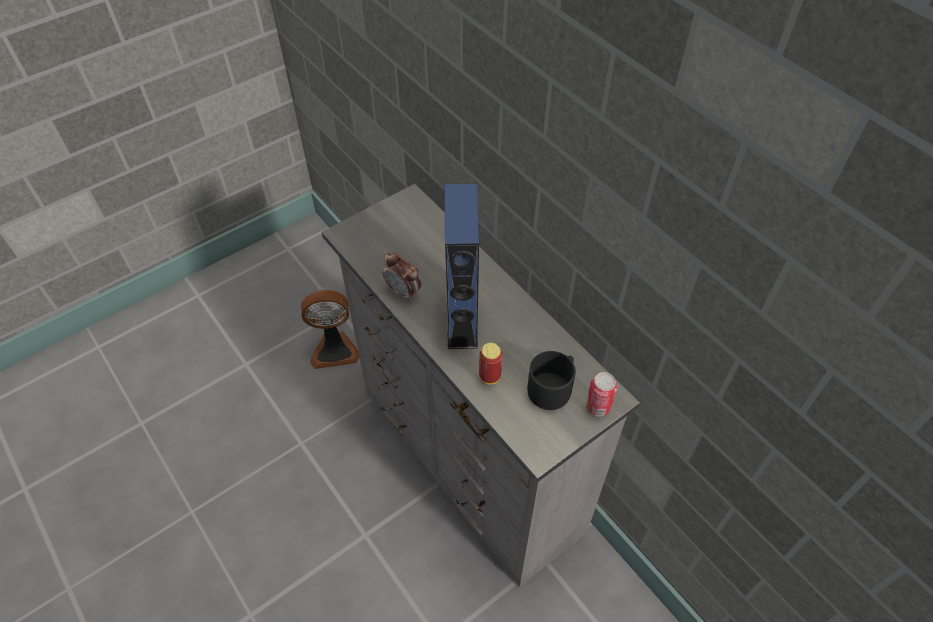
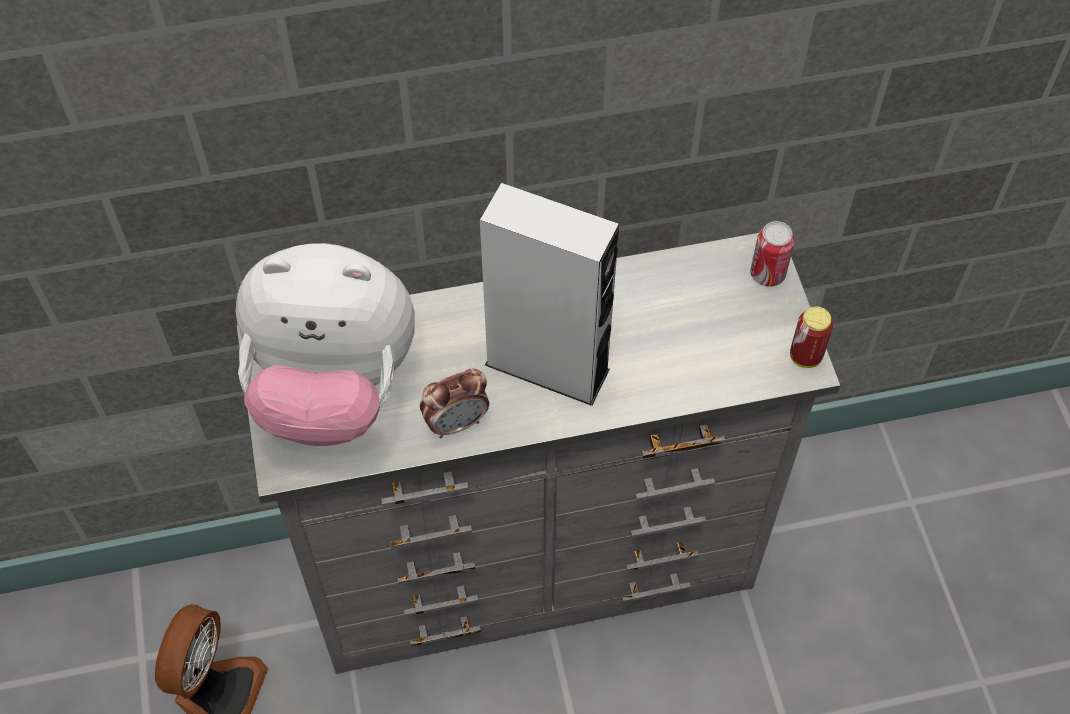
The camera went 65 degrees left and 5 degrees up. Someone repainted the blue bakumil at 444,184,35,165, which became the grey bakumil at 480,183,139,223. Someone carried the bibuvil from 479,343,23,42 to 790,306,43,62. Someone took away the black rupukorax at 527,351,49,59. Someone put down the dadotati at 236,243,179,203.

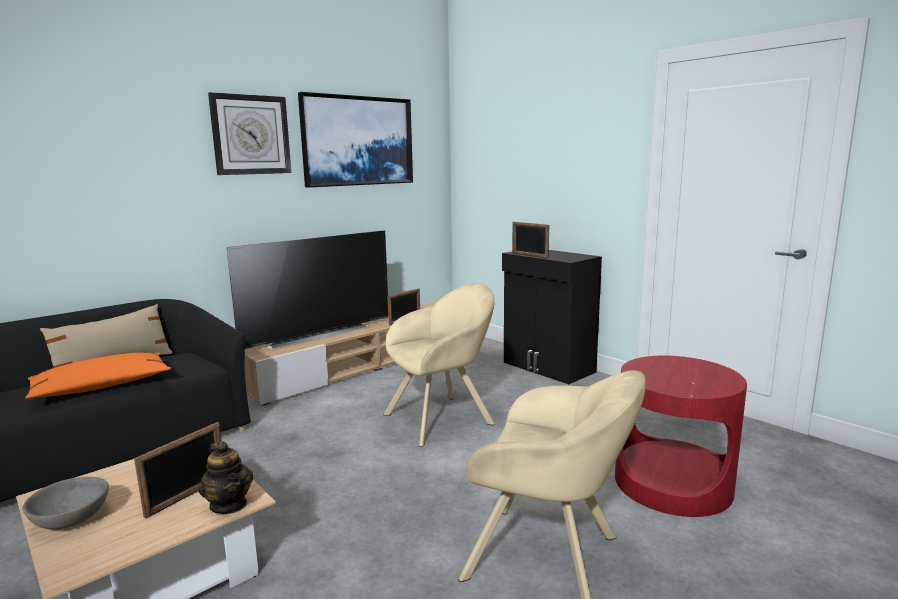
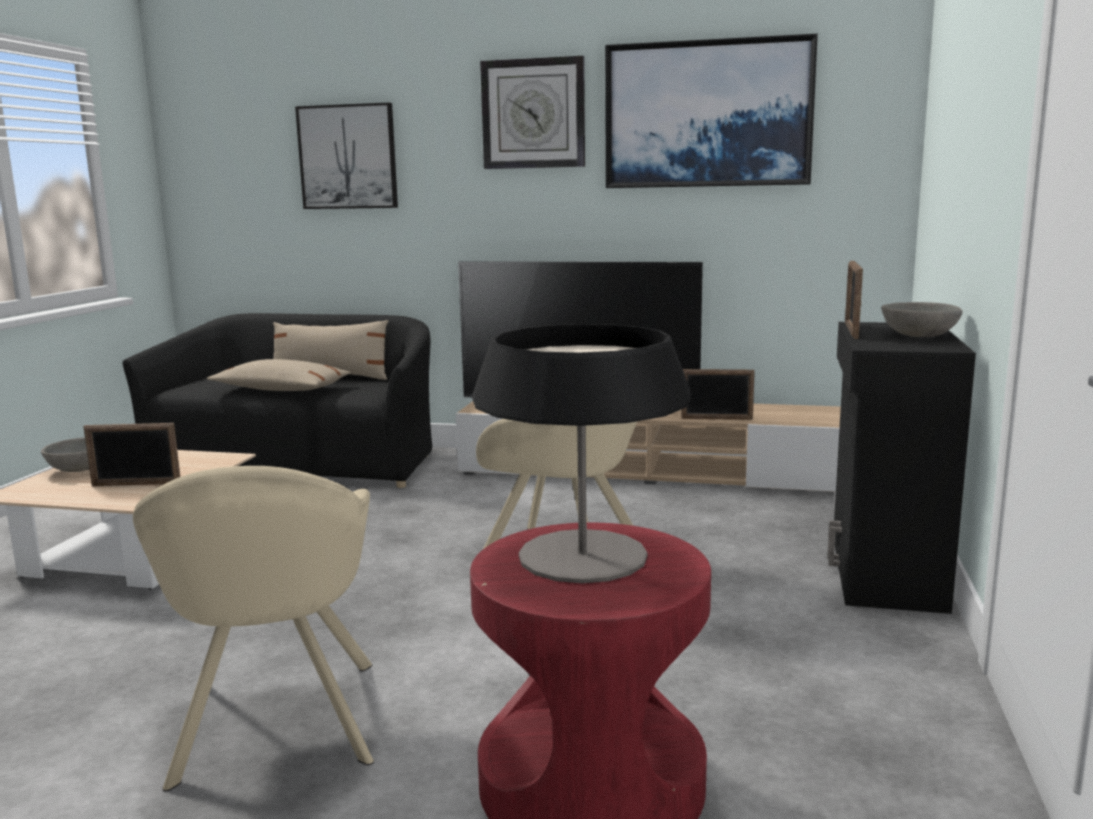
The camera went 55 degrees right and 0 degrees up. Someone repainted the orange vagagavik at 25,352,146,47, which became the beige vagagavik at 207,359,144,32. Someone took away the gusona at 198,442,55,72. Someone put up the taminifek at 295,103,103,106. Someone put down the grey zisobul at 881,302,81,35. Someone put down the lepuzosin at 472,324,219,259.

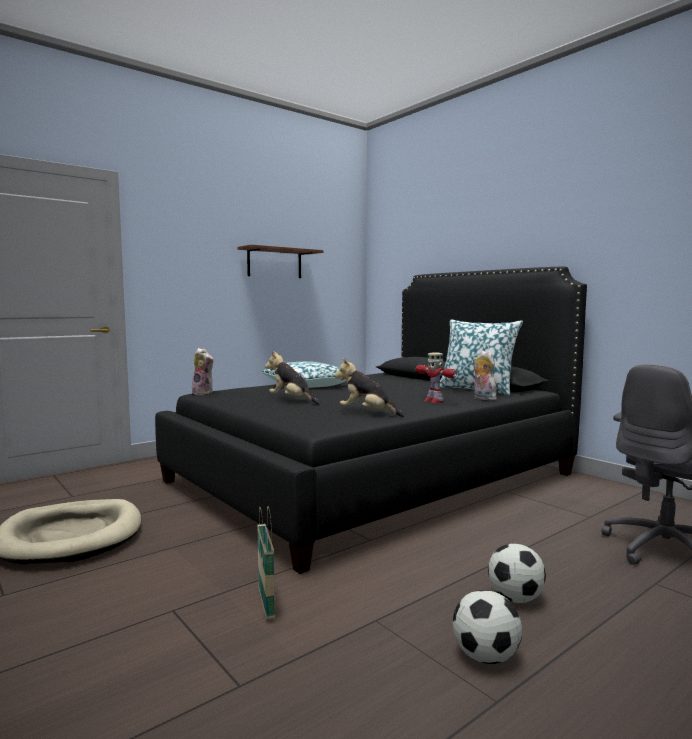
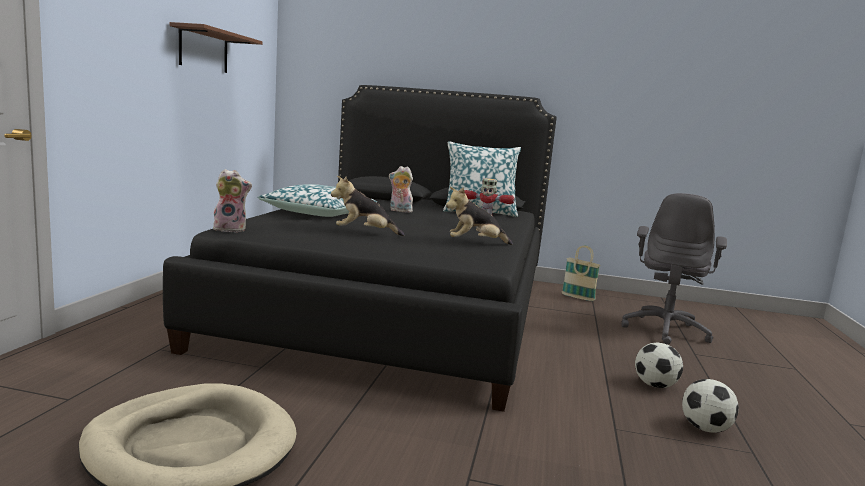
The camera went 40 degrees left and 5 degrees up. Someone carried the dadotati from 473,351,24,49 to 389,166,25,47. Someone carried the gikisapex from 257,506,18,114 to 562,246,39,55.

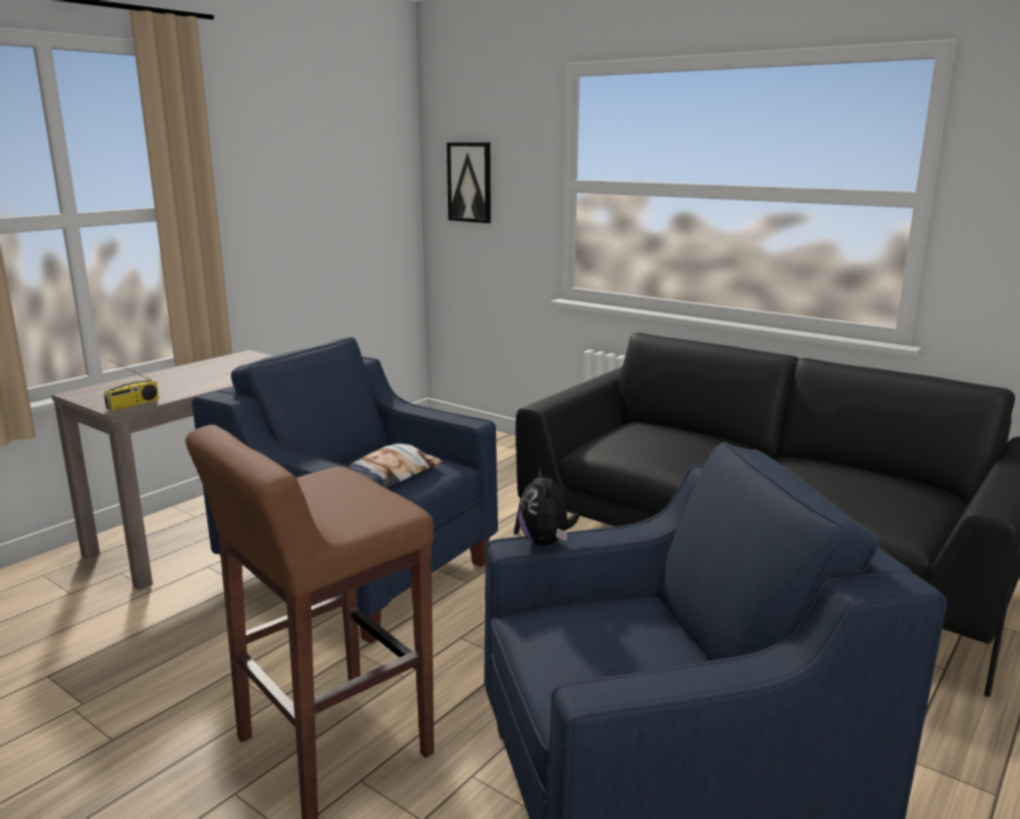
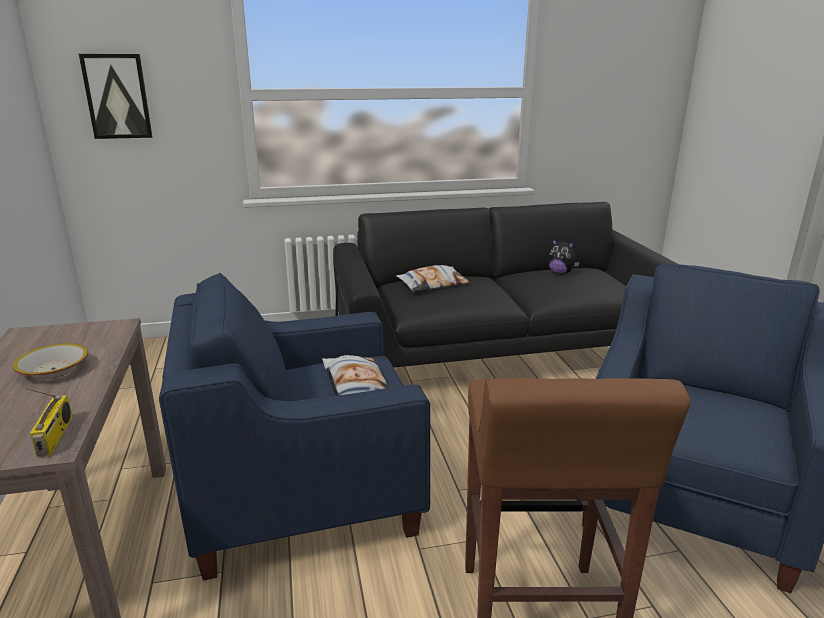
The camera went 50 degrees left and 5 degrees up. Someone carried the dadotati from 519,466,60,80 to 547,239,33,35. Someone put down the vagagavik at 396,265,73,27. Someone put down the zisobul at 13,343,75,36.

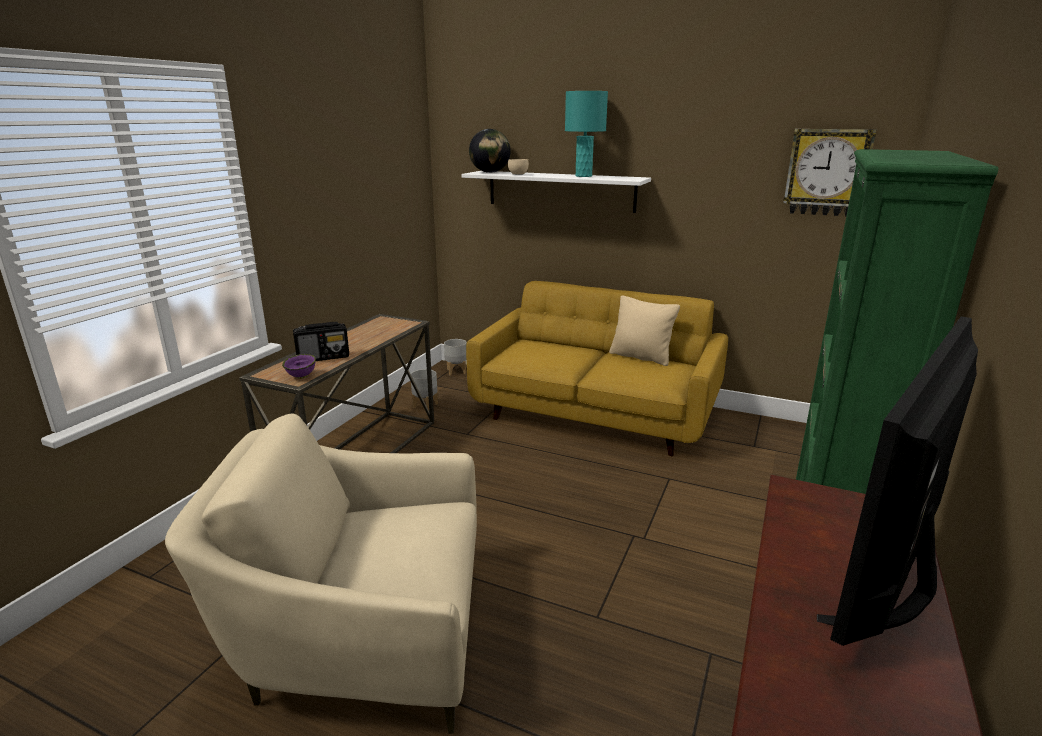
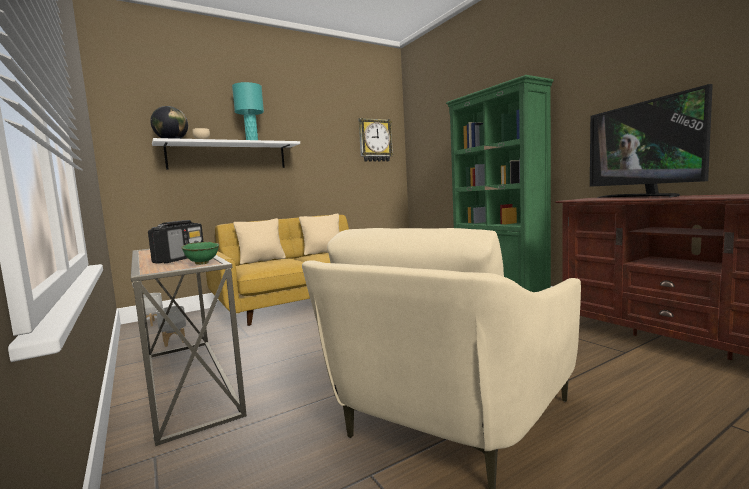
The camera went 55 degrees left and 15 degrees down. Someone repainted the purple zisobul at 282,354,34,25, which became the green zisobul at 181,242,38,23. Someone put down the beige vagagavik at 233,218,53,47.

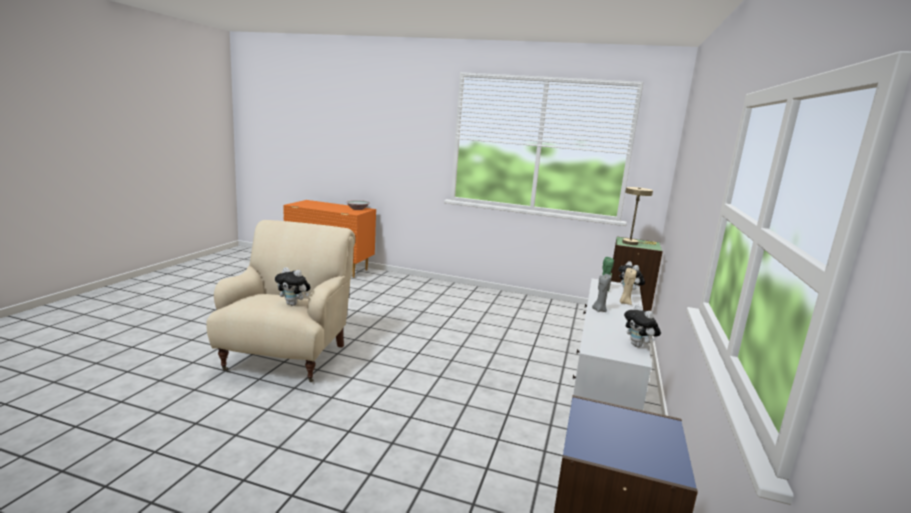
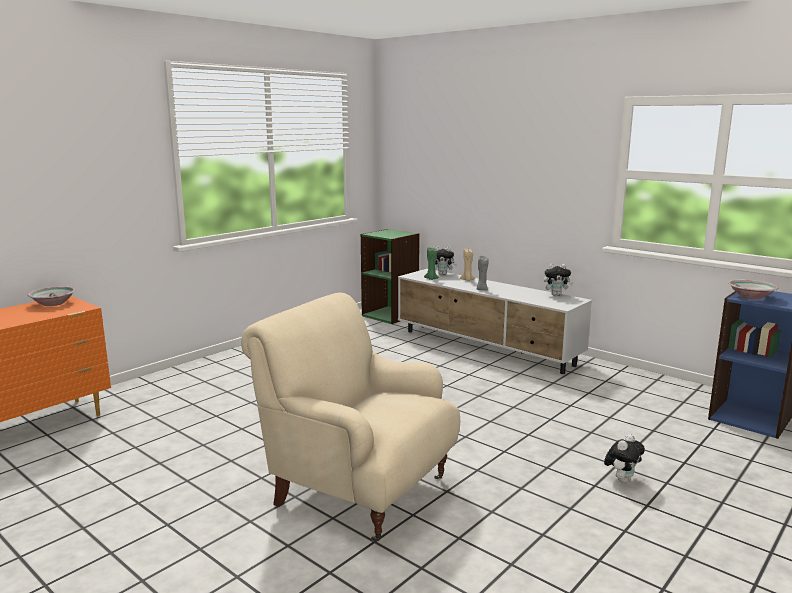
The camera went 65 degrees left and 0 degrees up. Someone took away the beige lepuzosin at 622,187,35,58. Someone carried the dadotati from 275,267,36,39 to 604,434,41,49. Someone put down the zisobul at 728,279,50,21.

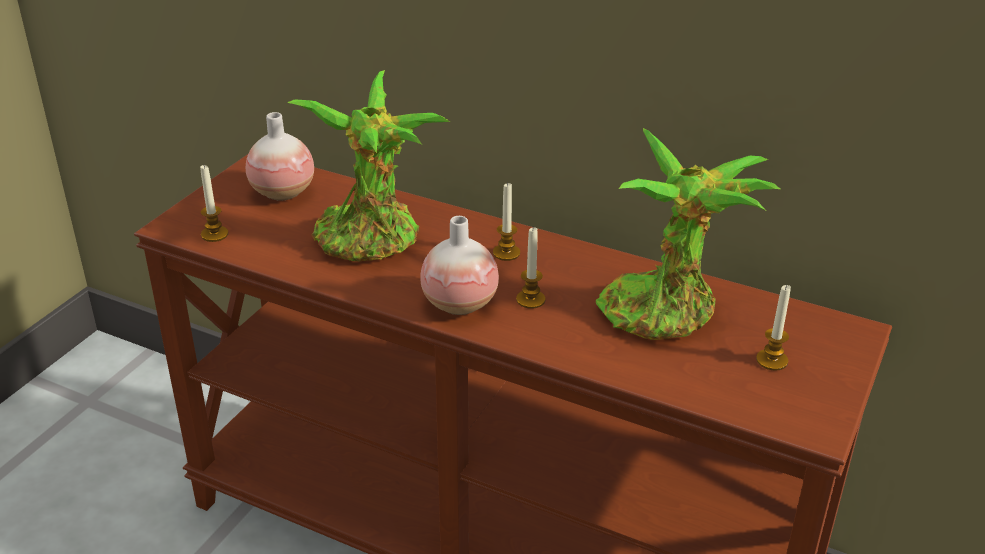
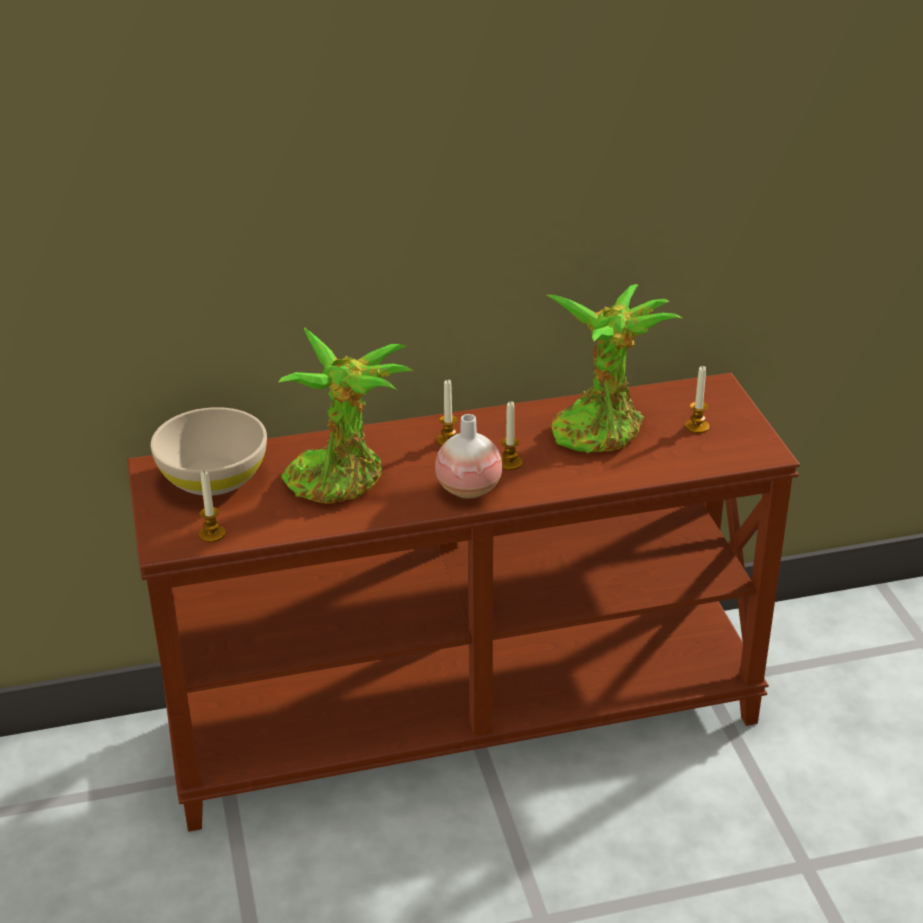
The camera went 40 degrees left and 0 degrees up. Someone swapped the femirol at 246,112,68,88 for the beige zisobul at 151,407,116,89.

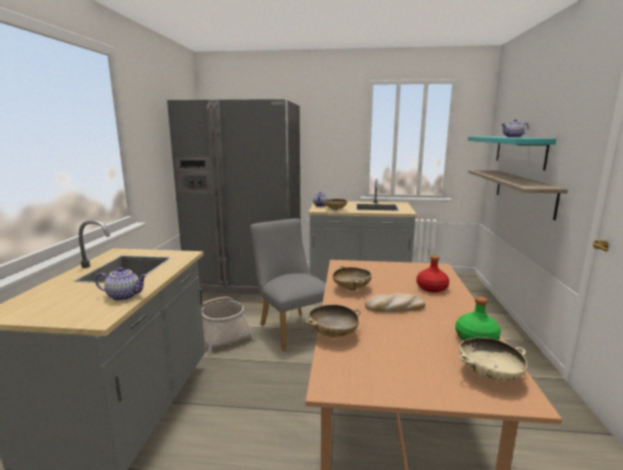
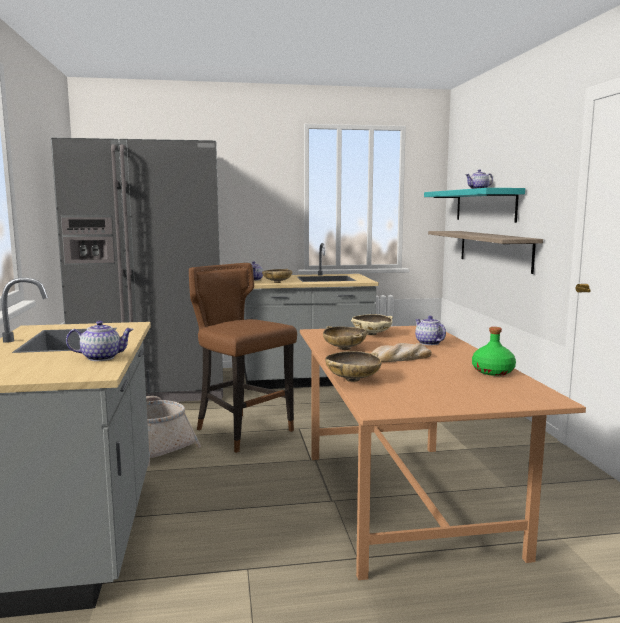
The camera went 15 degrees left and 5 degrees down. Someone swapped the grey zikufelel at 250,218,76,133 for the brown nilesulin at 189,263,108,190. Someone swapped the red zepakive at 416,255,33,38 for the gusona at 415,316,31,29. Someone carried the beige zisobul from 459,337,68,44 to 351,314,42,21.

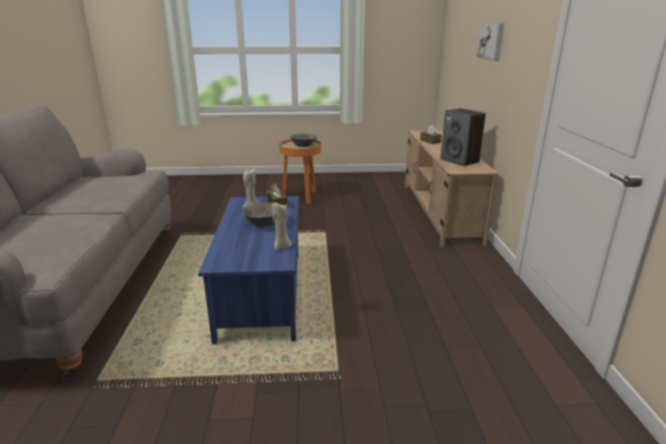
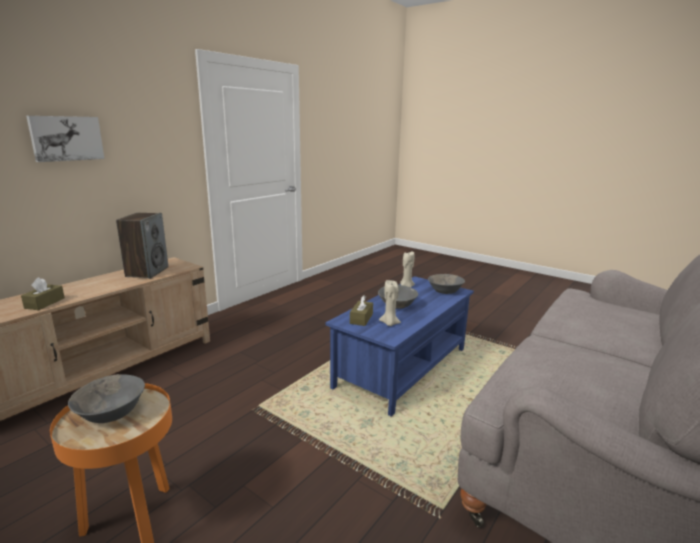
The camera went 140 degrees left and 5 degrees down. Someone put down the grey zisobul at 428,274,37,20.

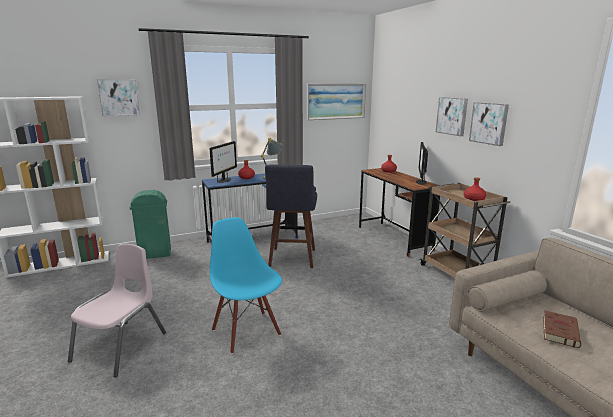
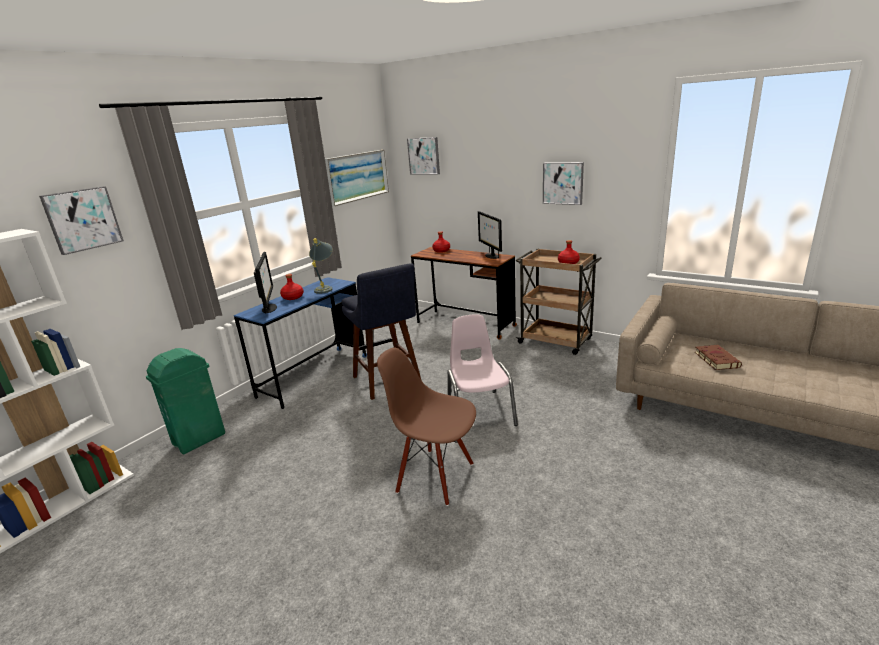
The camera went 30 degrees left and 5 degrees up. Someone carried the taminifek from 436,97,32,39 to 407,137,33,38. Someone repainted the blue zikufelel at 210,217,72,137, which became the brown zikufelel at 377,348,99,158. Someone carried the pink zikufelel from 68,244,98,134 to 447,314,71,112.

